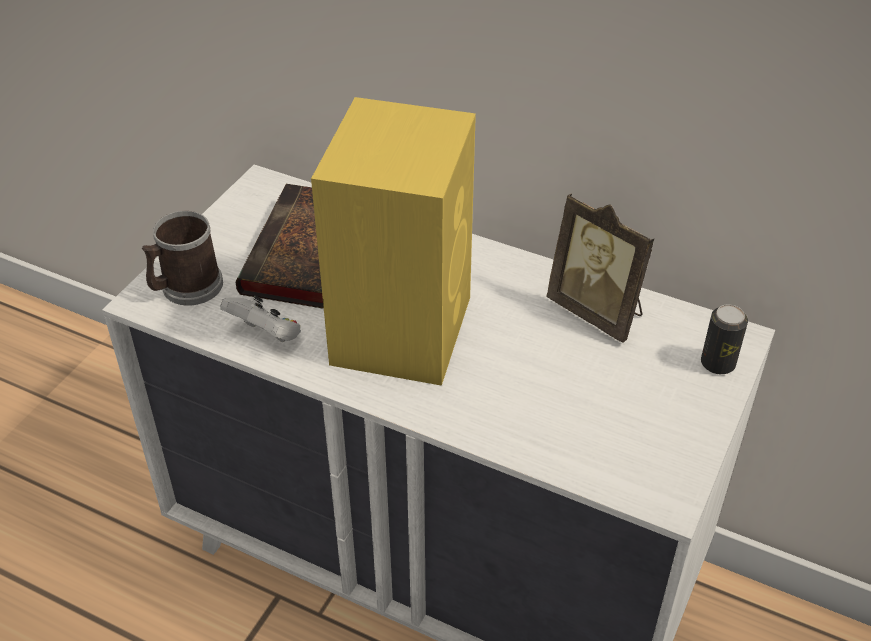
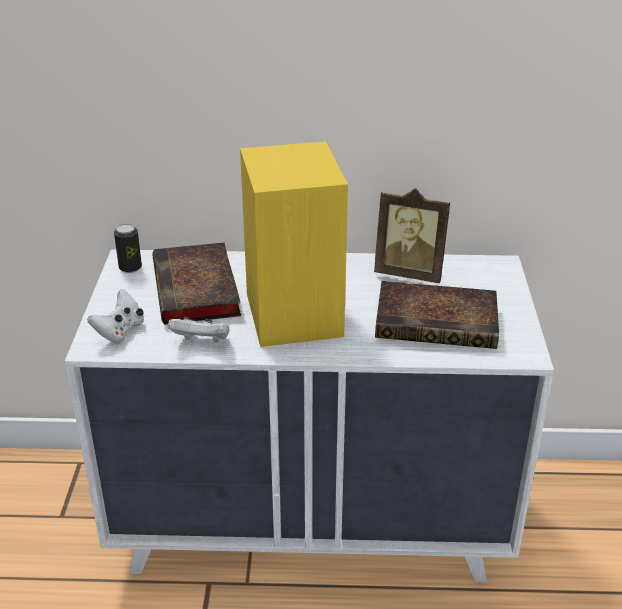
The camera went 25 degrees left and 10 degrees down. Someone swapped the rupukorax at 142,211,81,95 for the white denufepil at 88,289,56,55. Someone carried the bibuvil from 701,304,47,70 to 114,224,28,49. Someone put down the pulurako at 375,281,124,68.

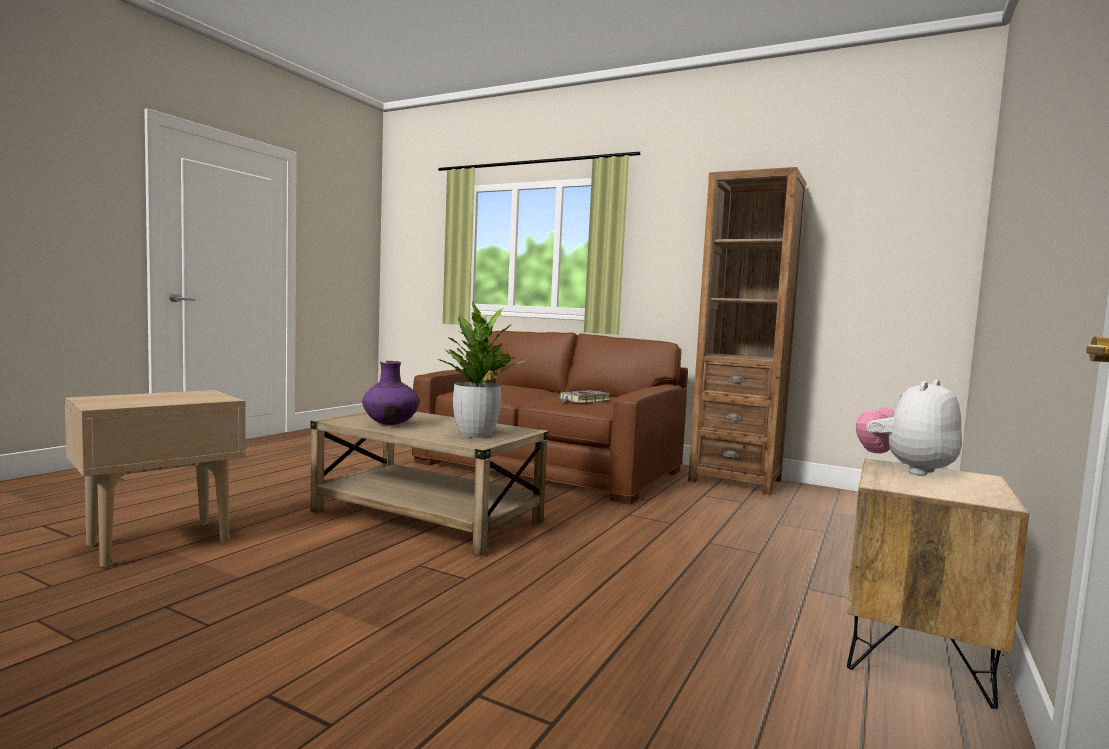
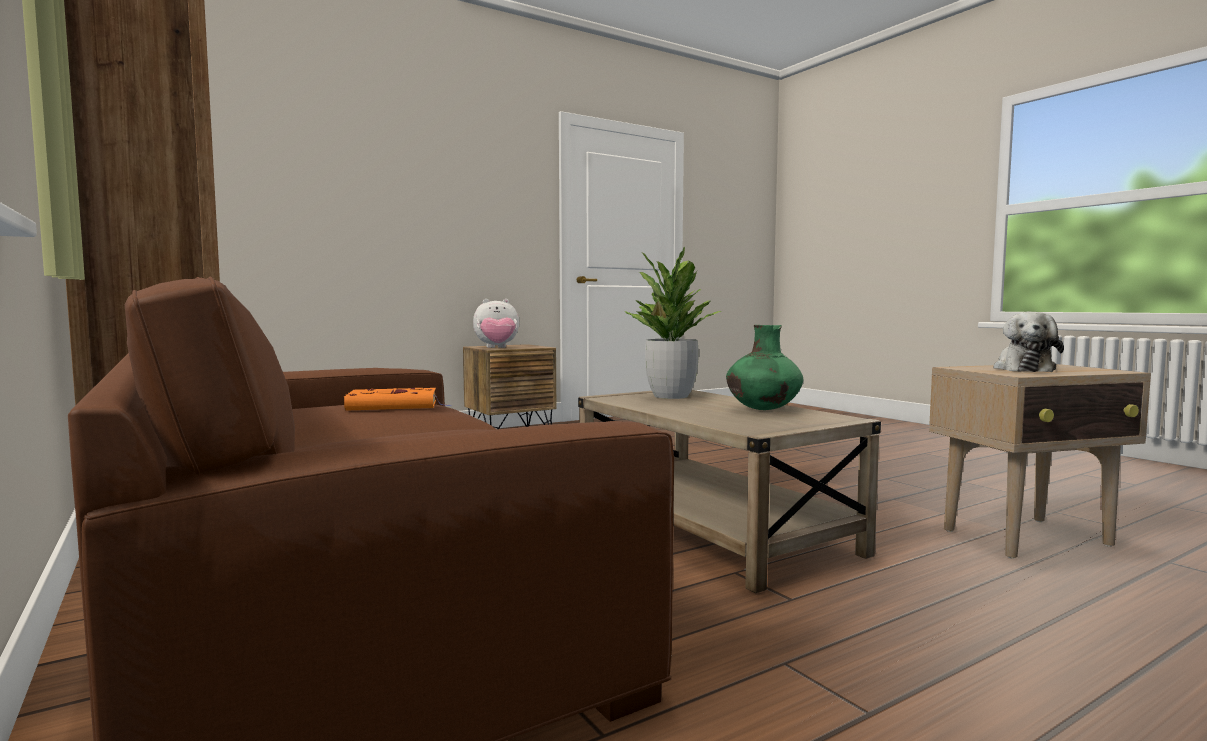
The camera went 150 degrees left and 0 degrees up. Someone repainted the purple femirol at 362,361,58,64, which became the green femirol at 726,325,78,85. Someone repainted the grey pulurako at 559,390,52,13, which became the orange pulurako at 344,388,107,23. Someone put down the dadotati at 994,312,70,60.

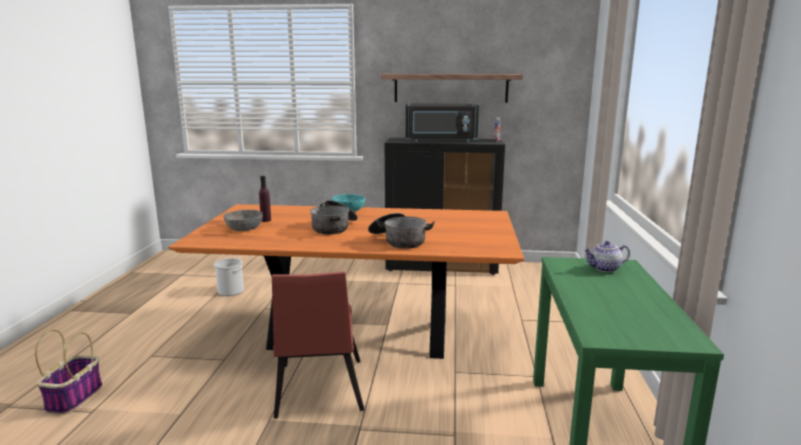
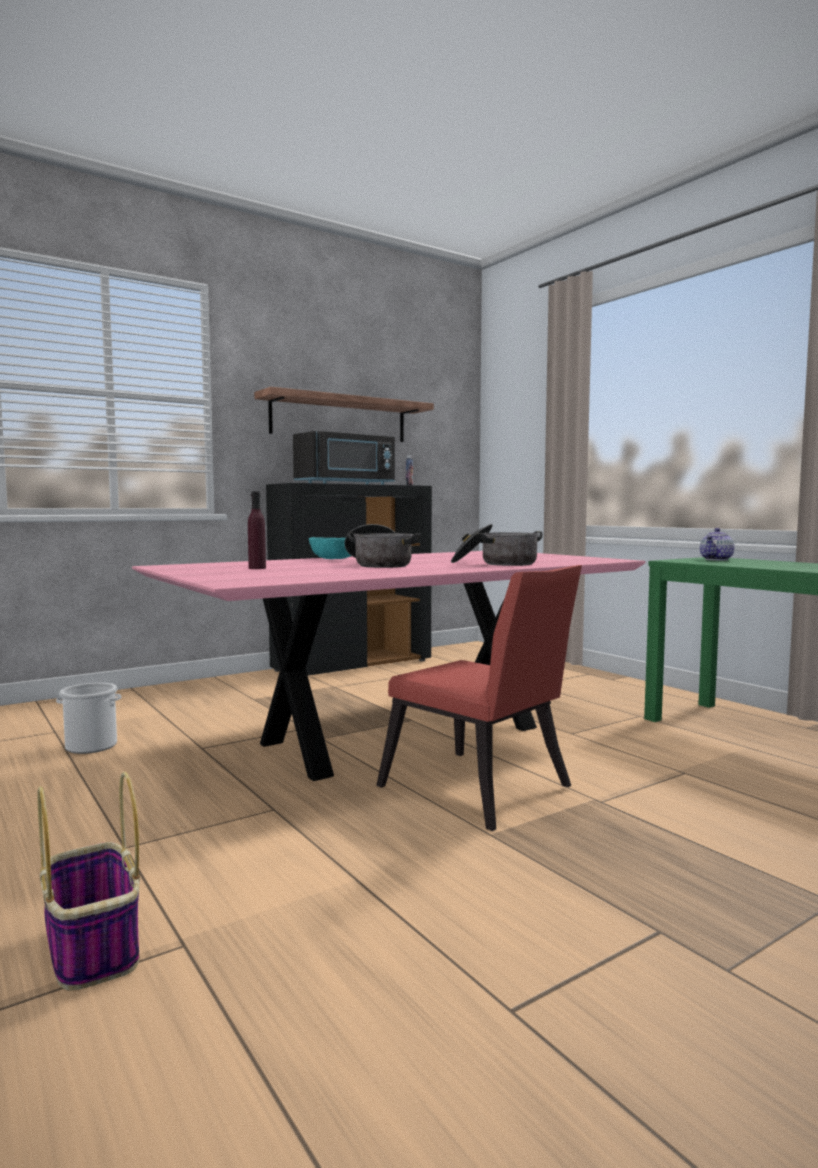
The camera went 40 degrees left and 10 degrees down. Someone repainted the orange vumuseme at 168,204,356,155, which became the pink vumuseme at 132,551,514,230. Someone took away the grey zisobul at 224,210,39,21.

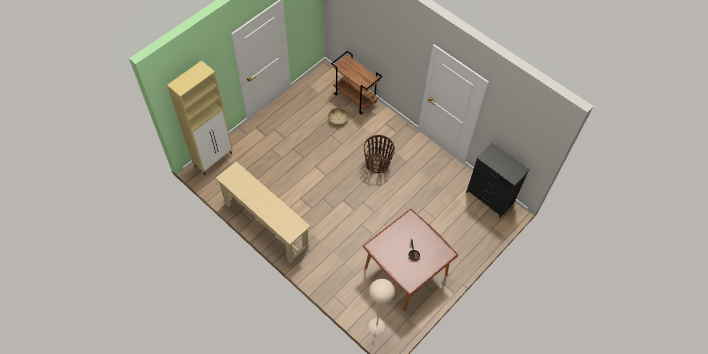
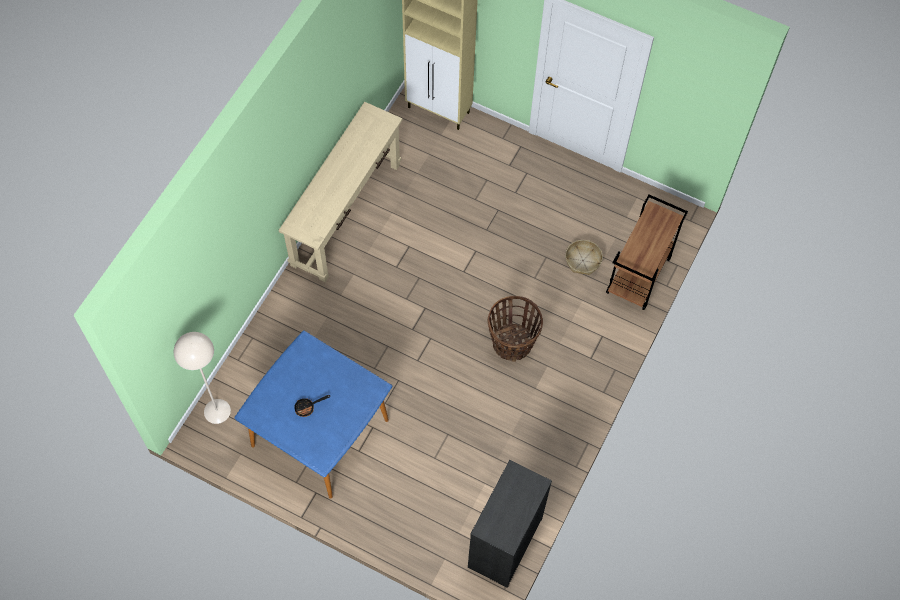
The camera went 75 degrees right and 5 degrees up. Someone repainted the brown vumuseme at 363,209,95,102, which became the blue vumuseme at 234,330,159,169.

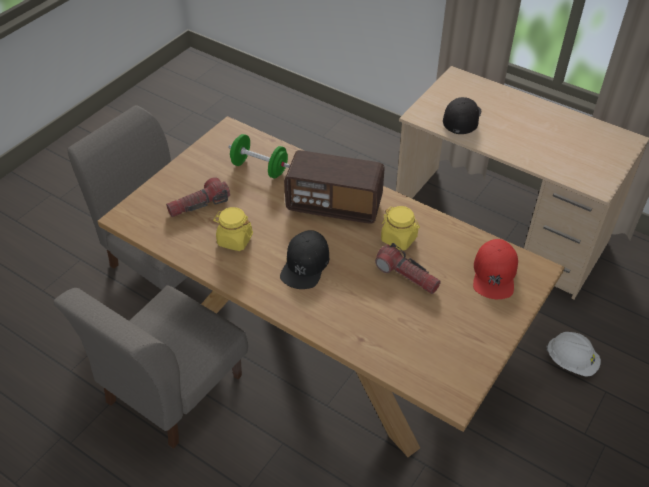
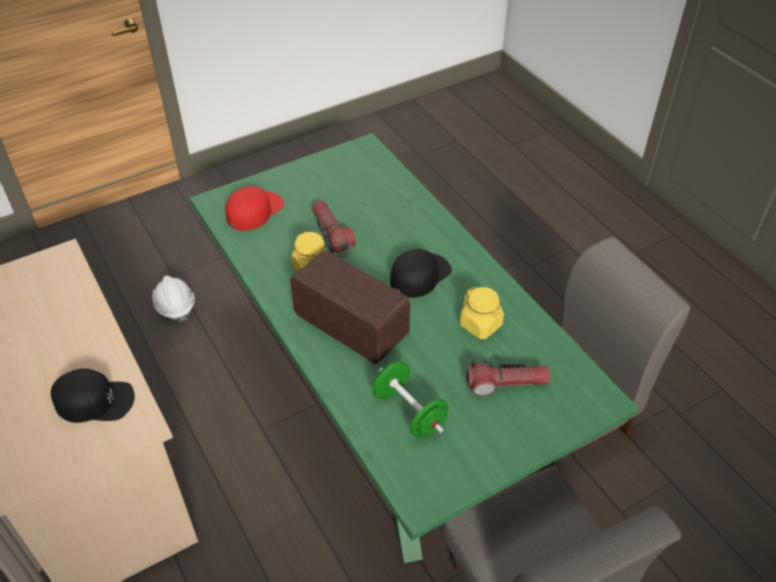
The camera went 155 degrees left and 0 degrees up. Someone rotated the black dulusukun at 443,97,38,37 by 135 degrees counterclockwise. Someone repainted the brown vumuseme at 97,116,468,341, which became the green vumuseme at 189,133,450,430.

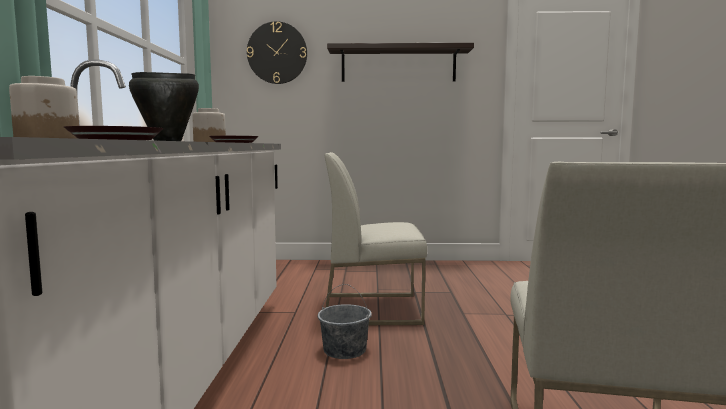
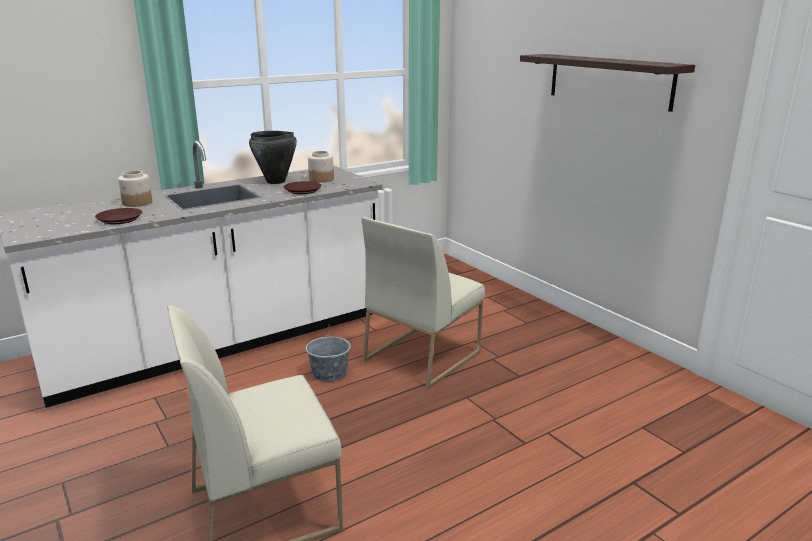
The camera went 55 degrees right and 15 degrees up. Someone took away the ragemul at 247,21,60,63. Someone rotated the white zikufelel at 324,152,103,173 by 105 degrees counterclockwise.

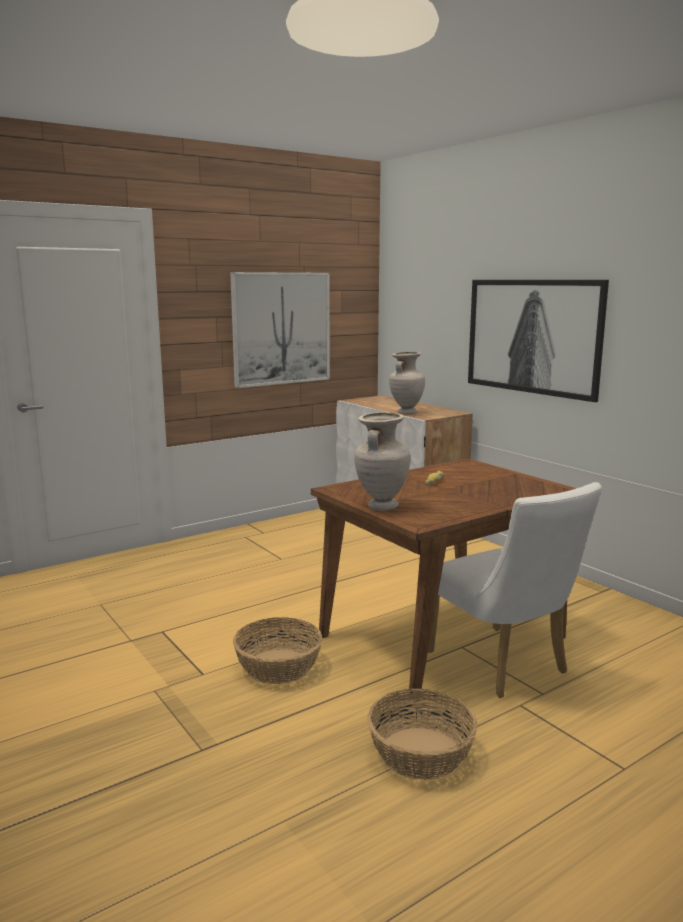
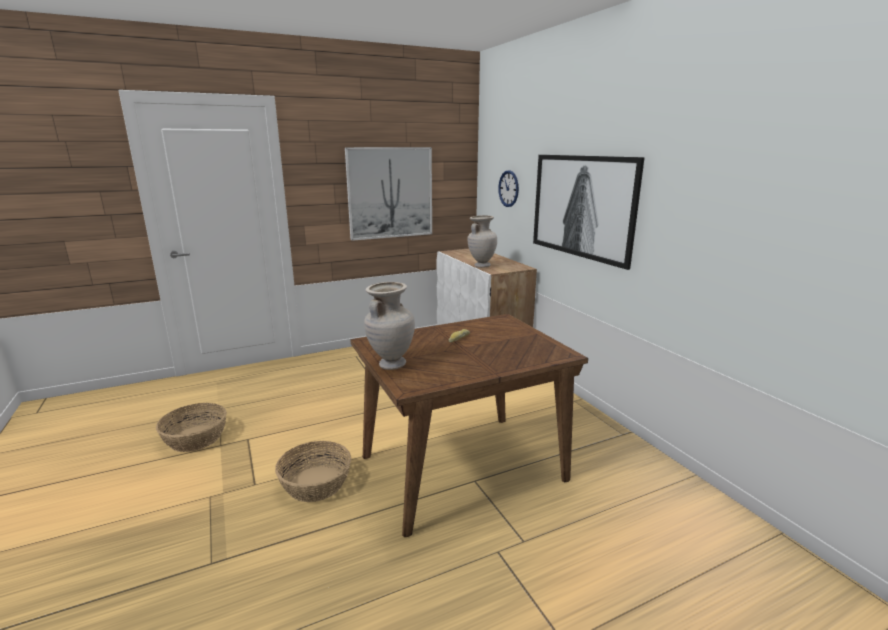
The camera went 10 degrees right and 5 degrees up. Someone took away the white zikufelel at 428,482,174,216. Someone carried the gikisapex from 367,689,111,91 to 156,403,71,49. Someone put up the ragemul at 498,170,21,37.

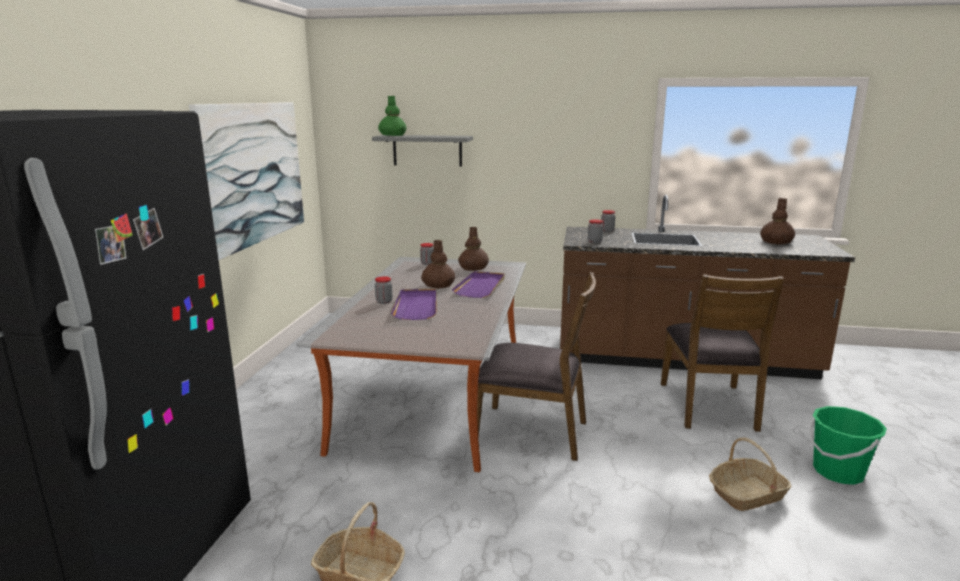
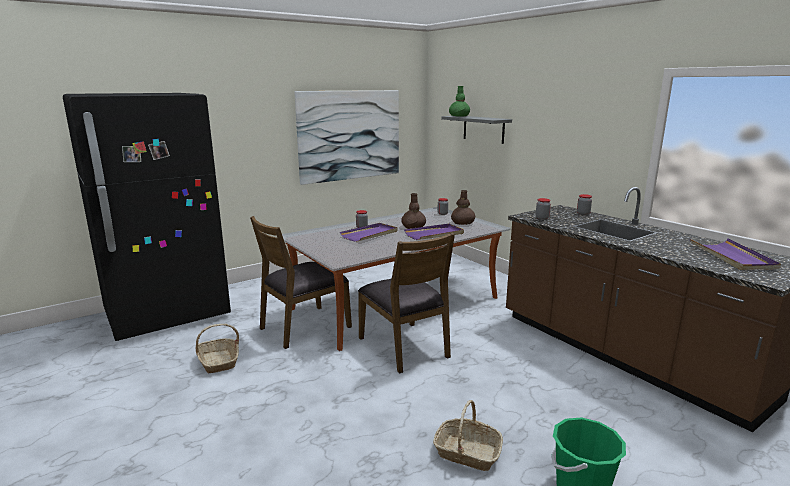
The camera went 45 degrees right and 0 degrees up. Someone swapped the brown femirol at 760,198,35,47 for the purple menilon at 690,239,91,31. Someone carried the brown zikufelel from 661,275,123,157 to 250,216,102,133.

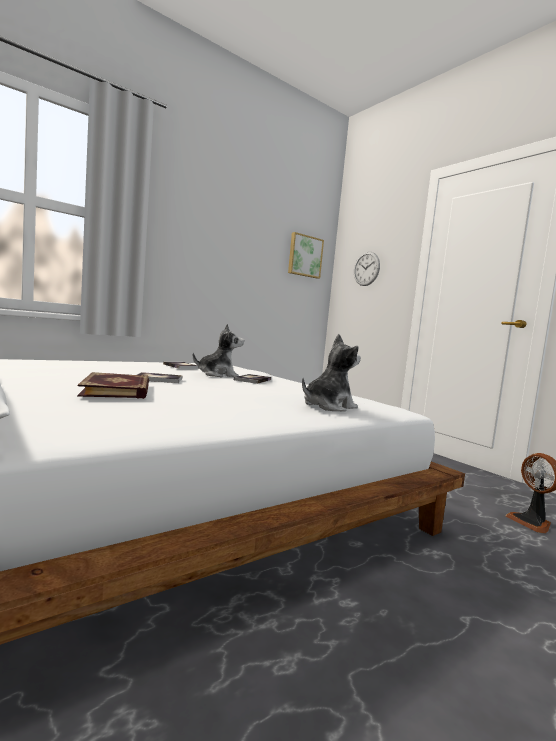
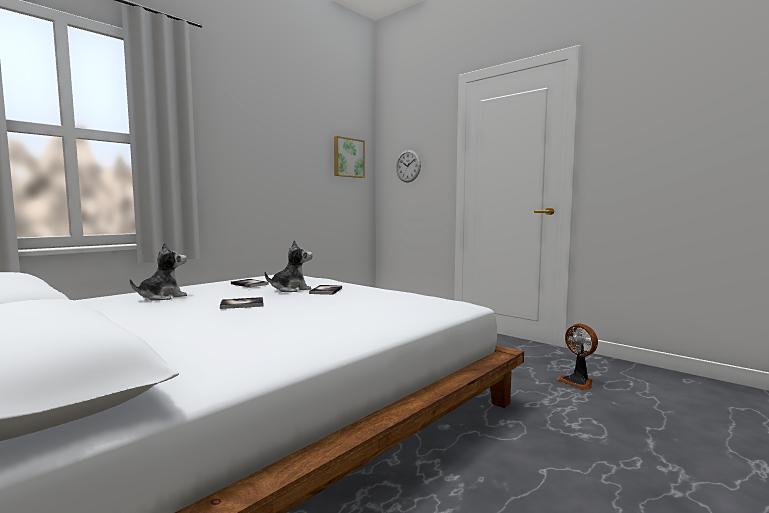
The camera went 10 degrees left and 0 degrees up. Someone carried the dadotati from 302,334,59,78 to 130,243,57,58. Someone took away the pulurako at 77,372,72,27.

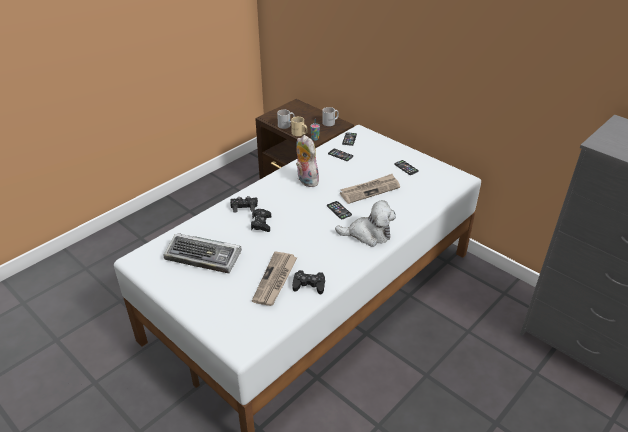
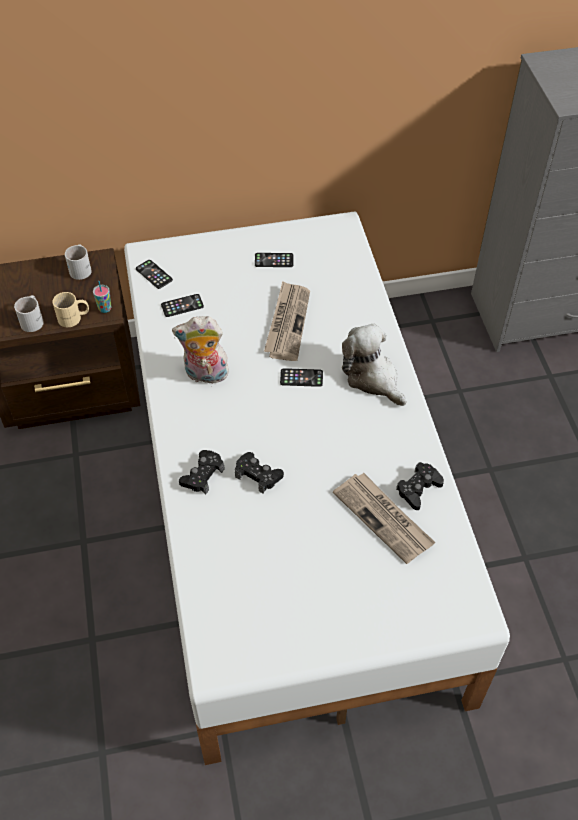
The camera went 55 degrees left and 15 degrees up. Someone rotated the dadotati at 335,200,61,47 by 75 degrees counterclockwise. Someone took away the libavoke at 164,233,78,41.

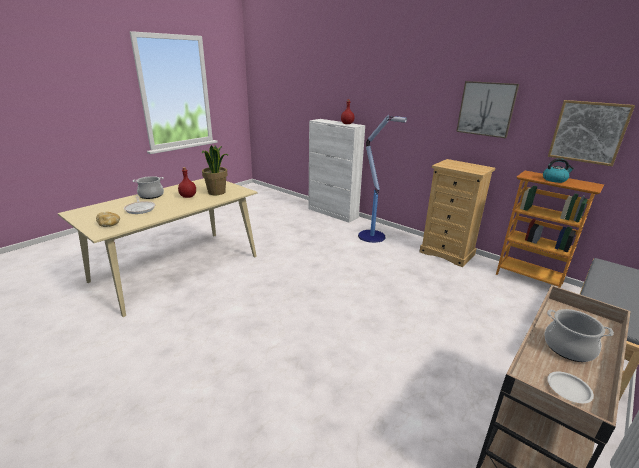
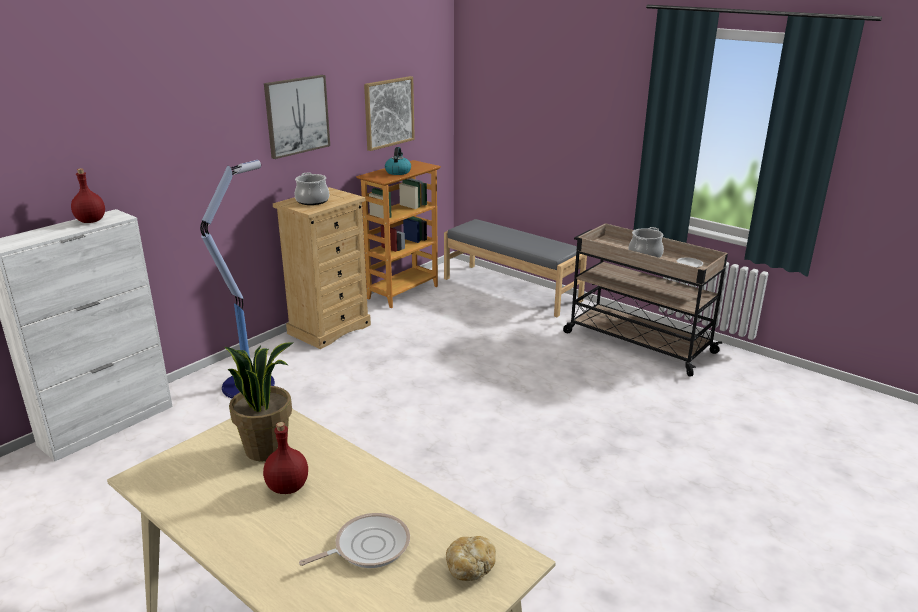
The camera went 90 degrees left and 0 degrees up. Someone carried the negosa from 133,176,31,23 to 294,173,35,32.

